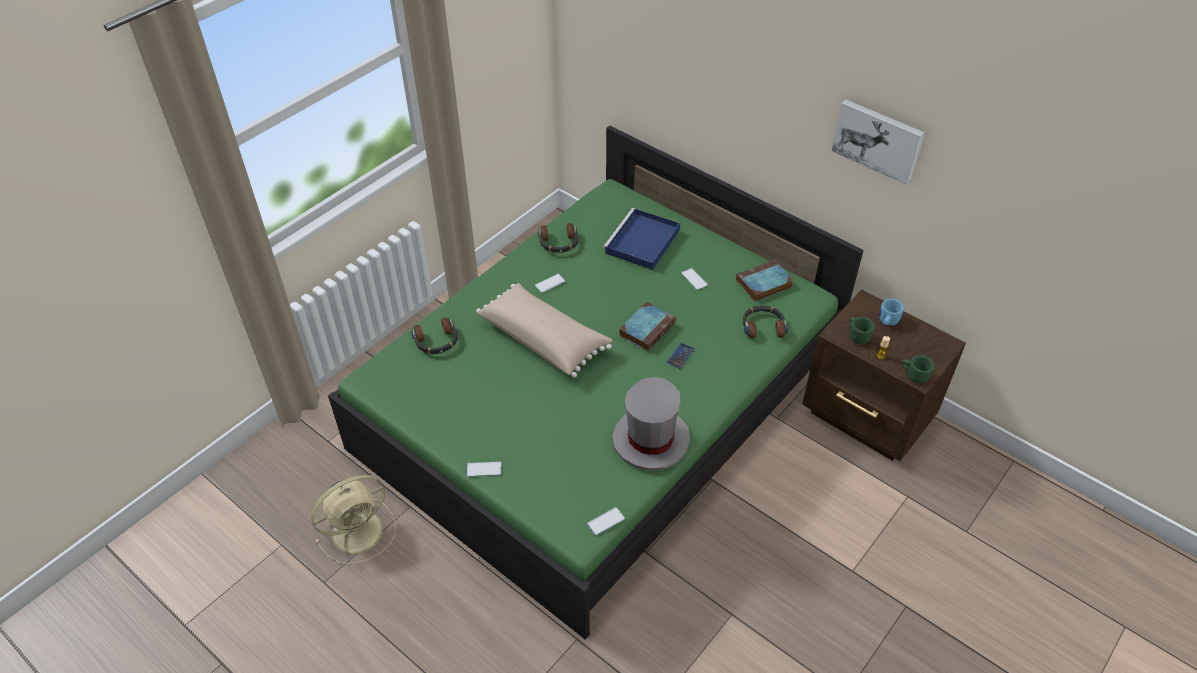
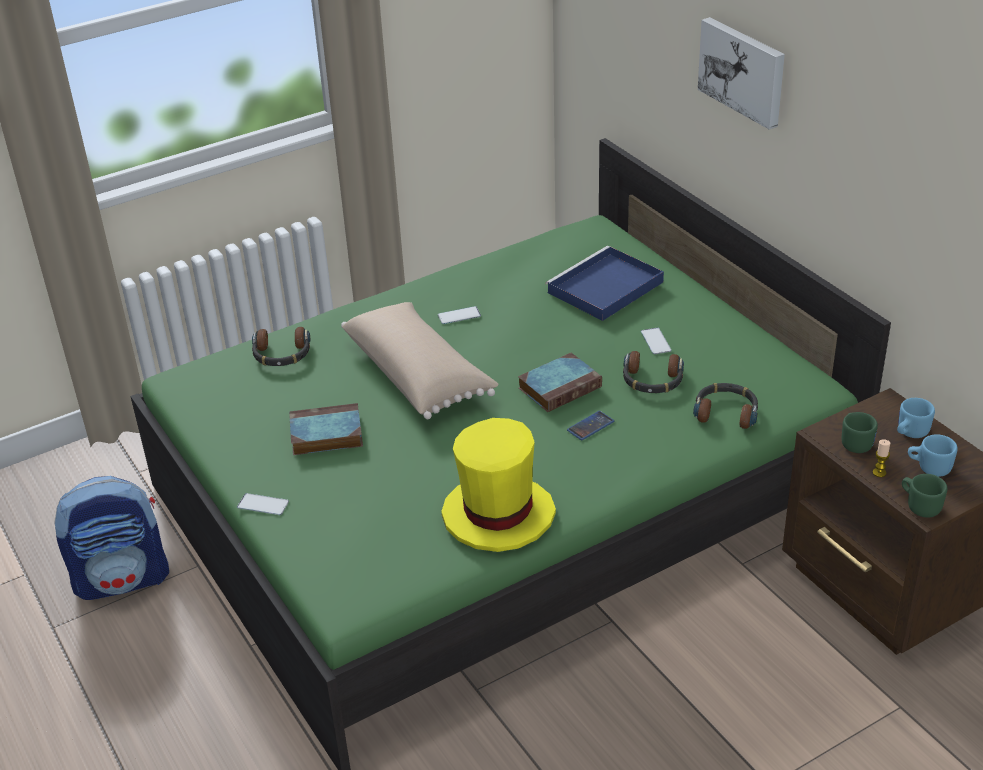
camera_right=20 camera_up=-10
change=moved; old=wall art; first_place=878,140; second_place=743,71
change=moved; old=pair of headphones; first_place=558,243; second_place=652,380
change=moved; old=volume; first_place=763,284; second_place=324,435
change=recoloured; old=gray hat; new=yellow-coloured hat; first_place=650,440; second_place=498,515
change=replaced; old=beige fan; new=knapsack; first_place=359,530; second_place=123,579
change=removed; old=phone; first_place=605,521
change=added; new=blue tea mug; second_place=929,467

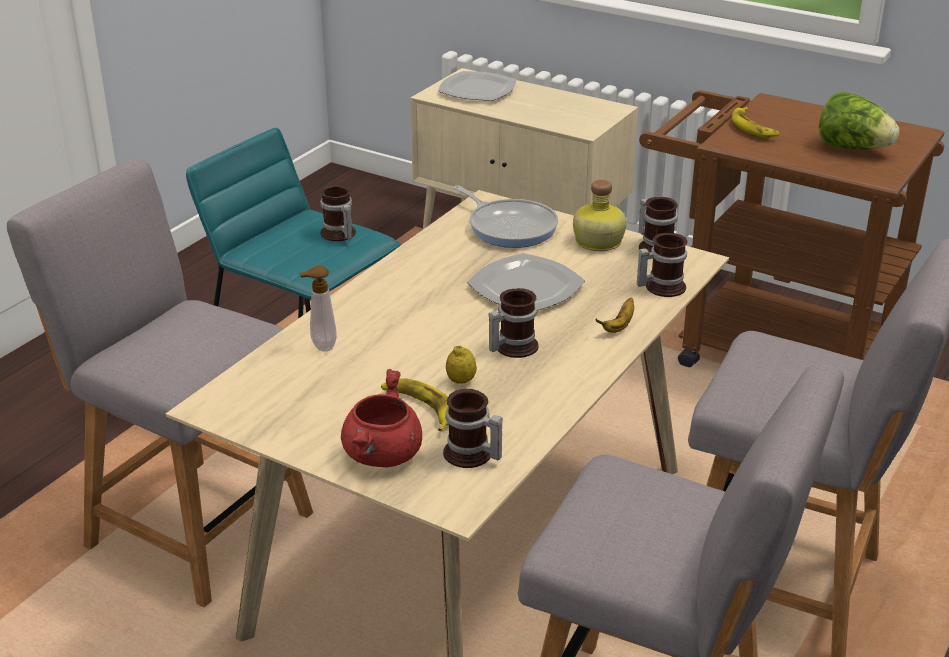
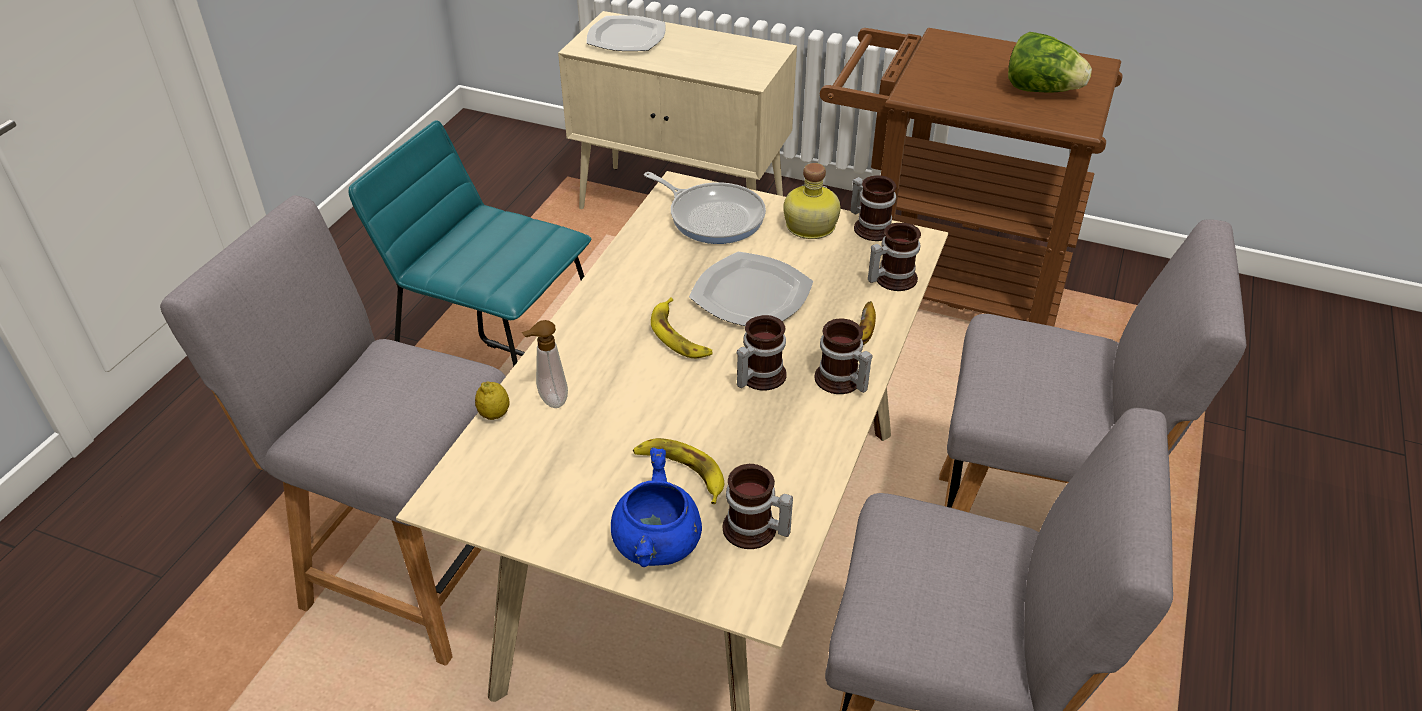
camera_right=-10 camera_up=10
change=moved; old=banana fruit; first_place=753,127; second_place=680,335
change=moved; old=tea mug; first_place=338,235; second_place=840,382
change=moved; old=whole lemon; first_place=461,381; second_place=494,414
change=recoloured; old=red saucepot; new=blue saucepot; first_place=383,456; second_place=658,545

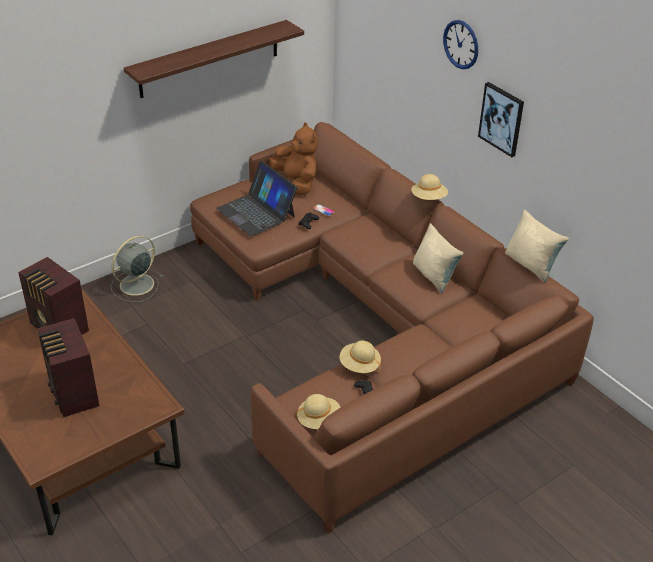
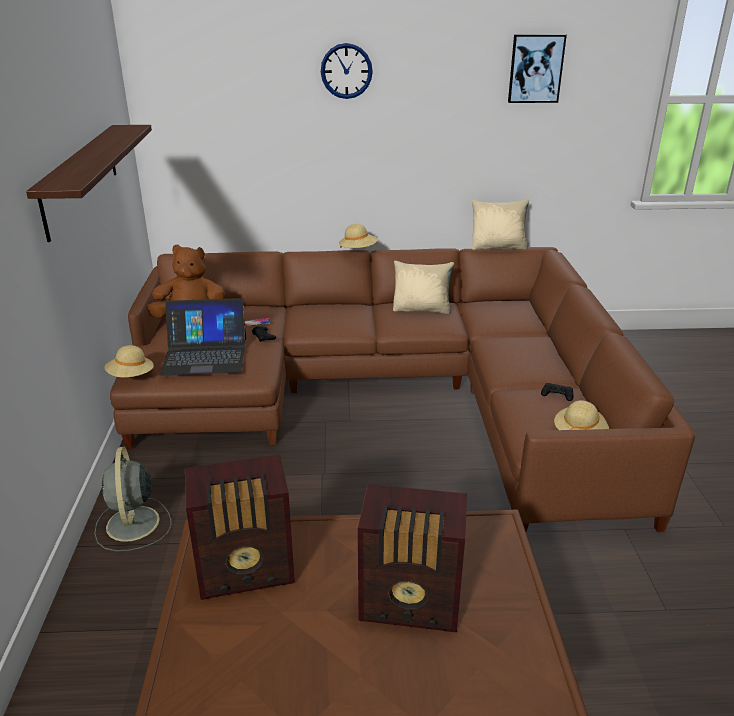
camera_right=-55 camera_up=-10
change=moved; old=wall art; first_place=502,119; second_place=535,68
change=moved; old=beige hat; first_place=359,365; second_place=131,376

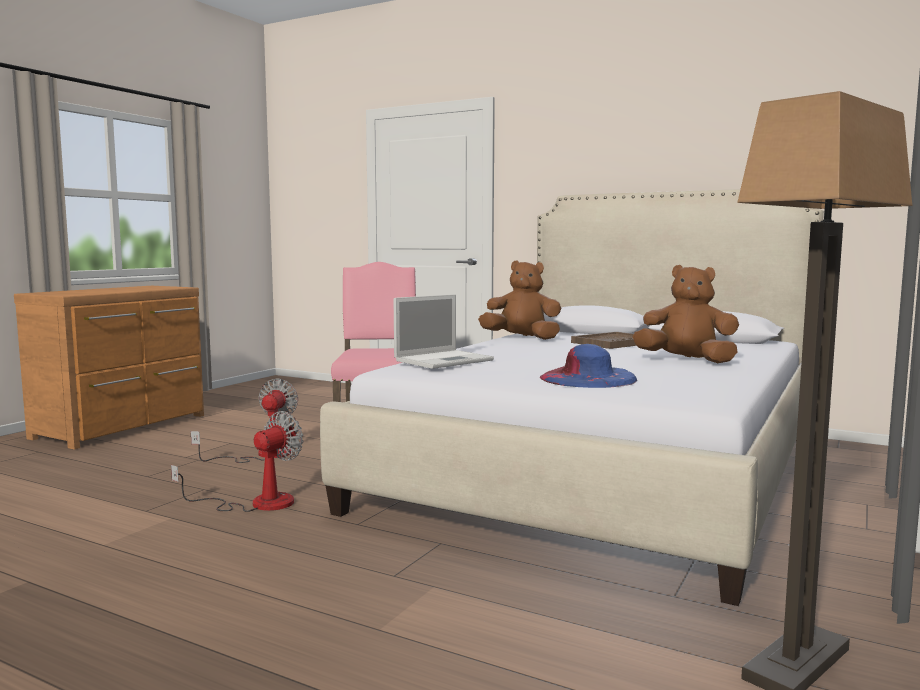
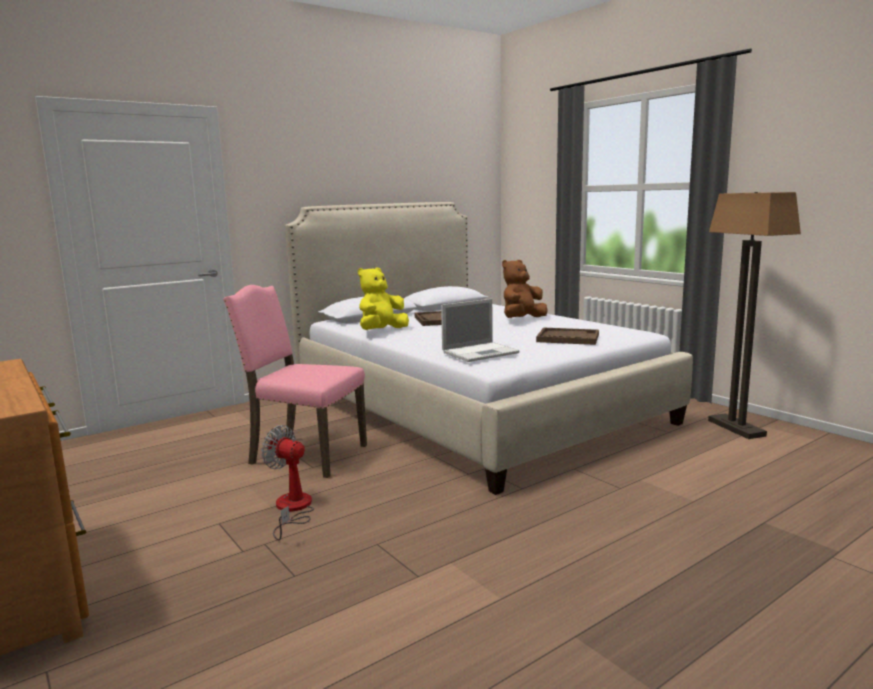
camera_right=-65 camera_up=5
change=recoloured; old=brown cuddly toy; new=yellow-coloured cuddly toy; first_place=522,338; second_place=381,331
change=turned; old=laptop; first_place=445,360; second_place=481,352; degrees=75
change=replaced; old=blue hat; new=brown serving tray; first_place=588,378; second_place=567,338
change=removed; old=fan; first_place=257,503

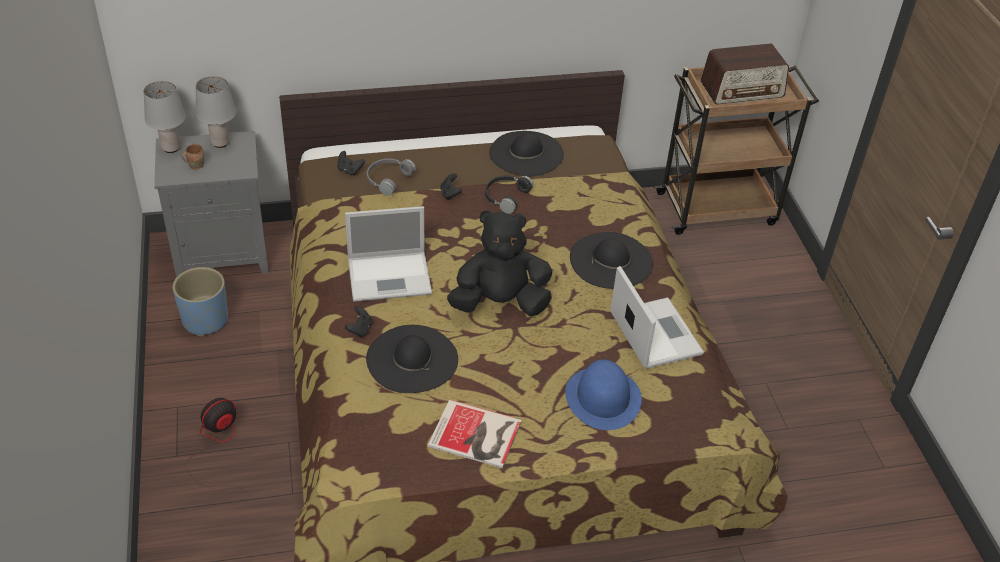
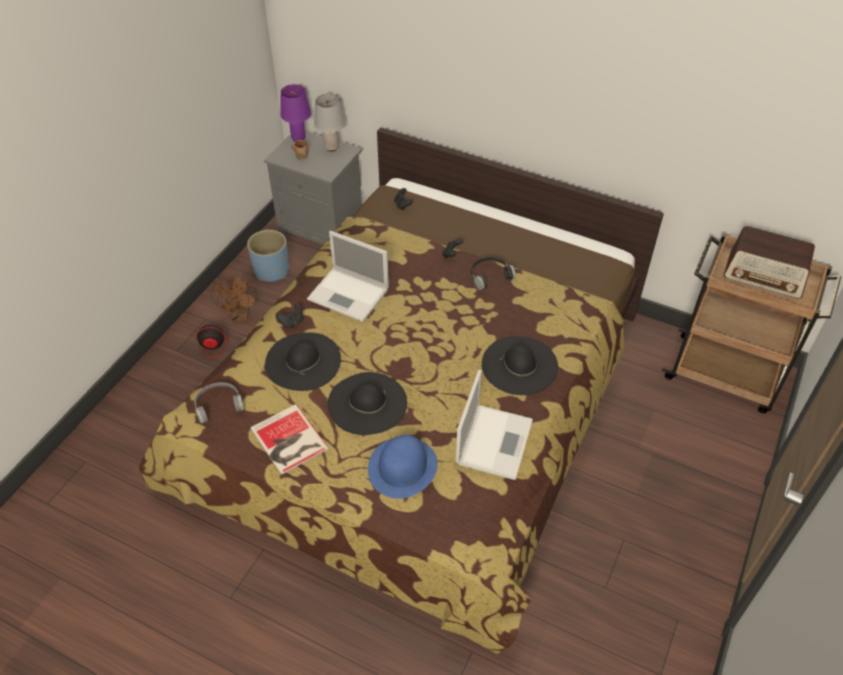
camera_right=40 camera_up=5
change=recoloured; old=gray lamp for a table; new=purplish lamp for a table; first_place=170,148; second_place=298,138
change=moved; old=black hat; first_place=526,153; second_place=367,403
change=moved; old=gray pair of headphones; first_place=387,179; second_place=218,404
change=removed; old=black cuddly toy; first_place=500,303
change=added; new=brown fan; second_place=241,316

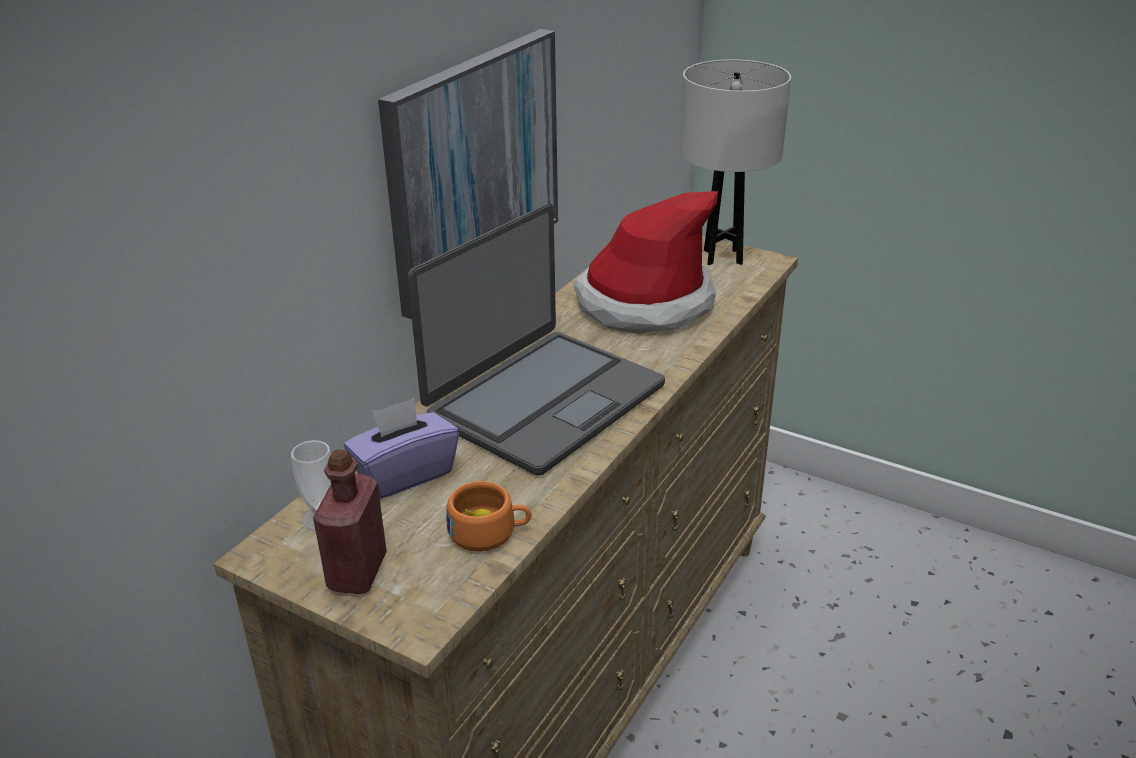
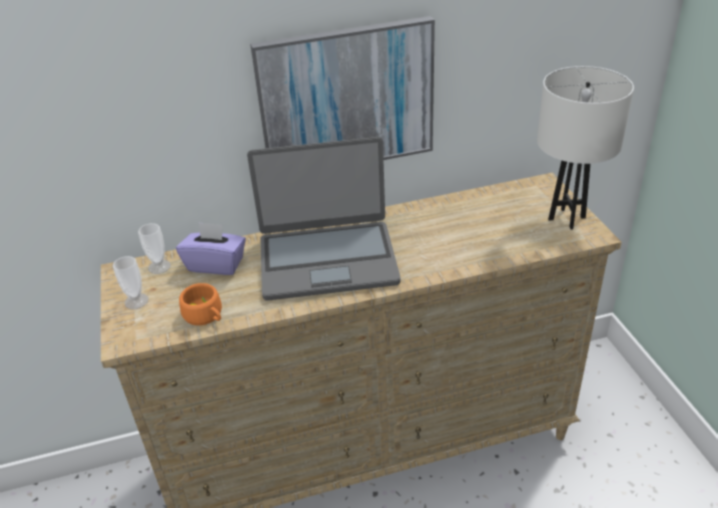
camera_right=45 camera_up=5
change=removed; old=hat; first_place=644,303
change=replaced; old=red drink bottle; new=small cup; first_place=357,572; second_place=136,301

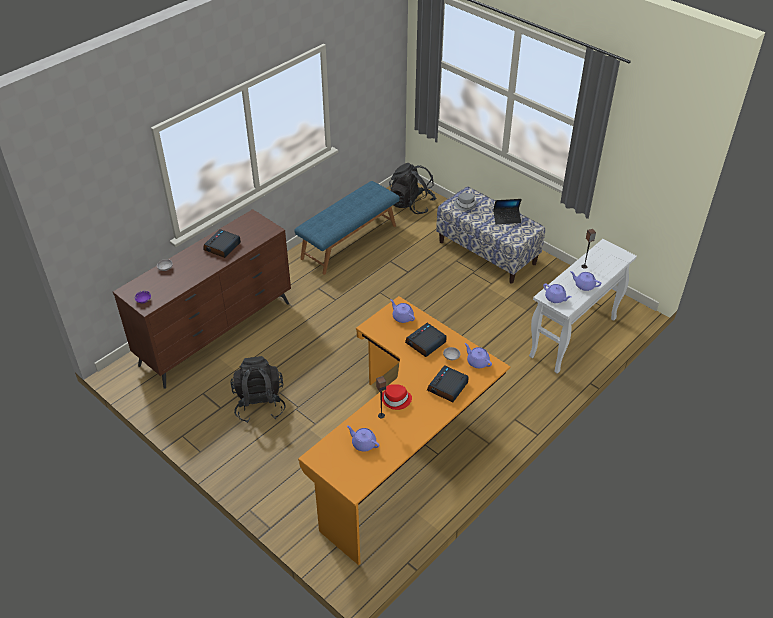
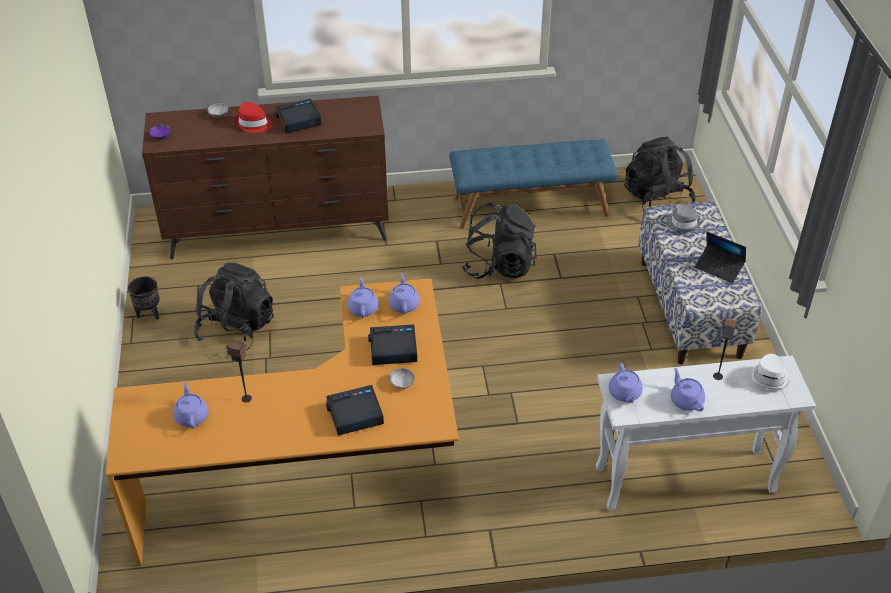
camera_right=40 camera_up=0
change=moved; old=purplish tea pot; first_place=477,362; second_place=363,308
change=moved; old=red hat; first_place=396,400; second_place=253,123
change=added; new=black knapsack; second_place=499,265
change=added; new=black plant pot; second_place=148,314
change=added; new=white-coloured hat; second_place=769,377

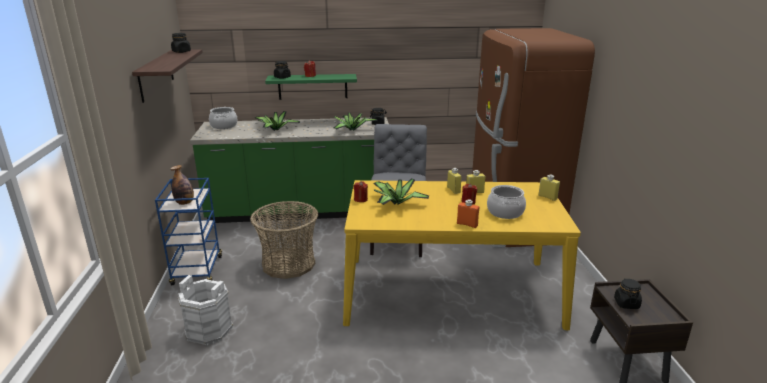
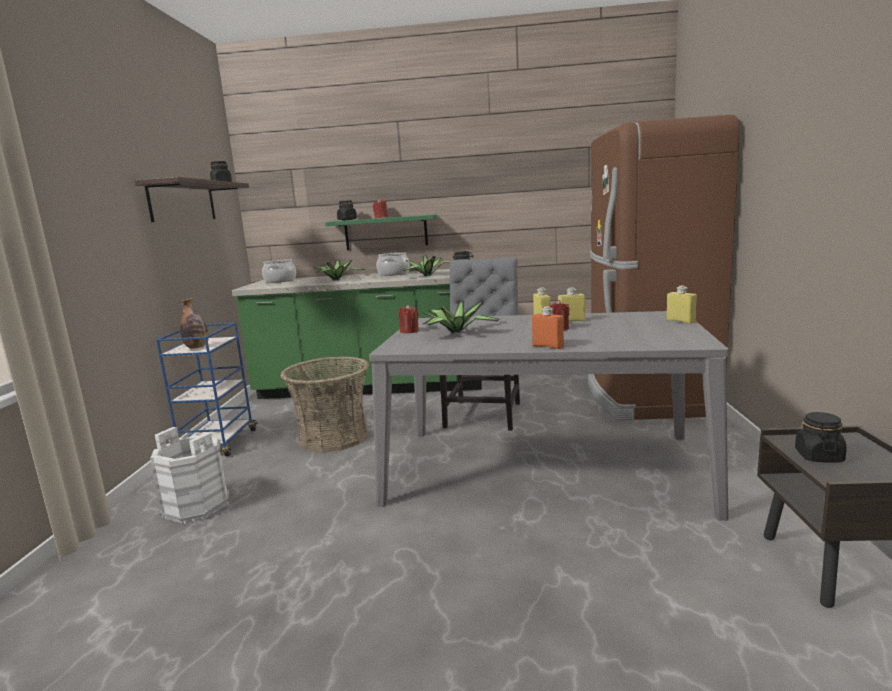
camera_right=10 camera_up=-10
change=recoloured; old=yellow-coloured kitchen table; new=gray kitchen table; first_place=450,291; second_place=543,468
change=moved; old=saucepot; first_place=505,212; second_place=393,274

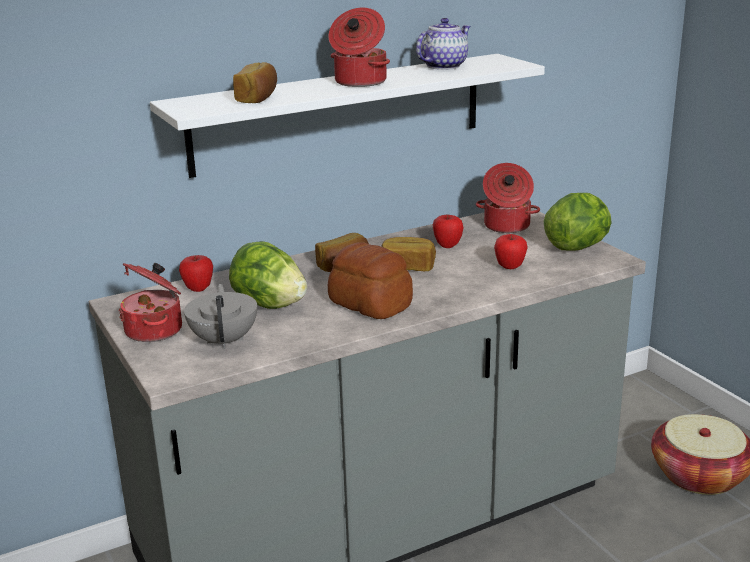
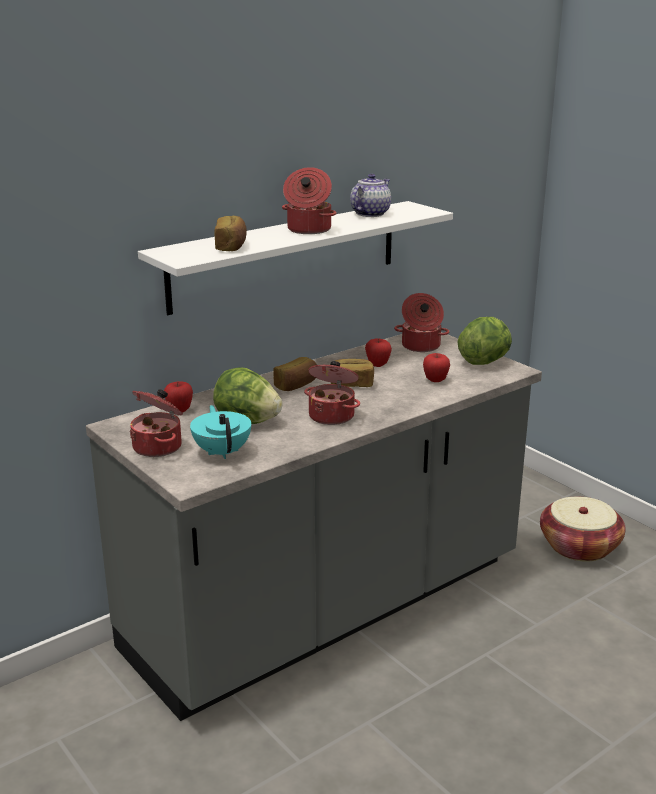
camera_right=-10 camera_up=0
change=replaced; old=bread; new=saucepot; first_place=370,303; second_place=332,416
change=recoloured; old=gray tea pot; new=turquoise-coloured tea pot; first_place=225,340; second_place=222,452

